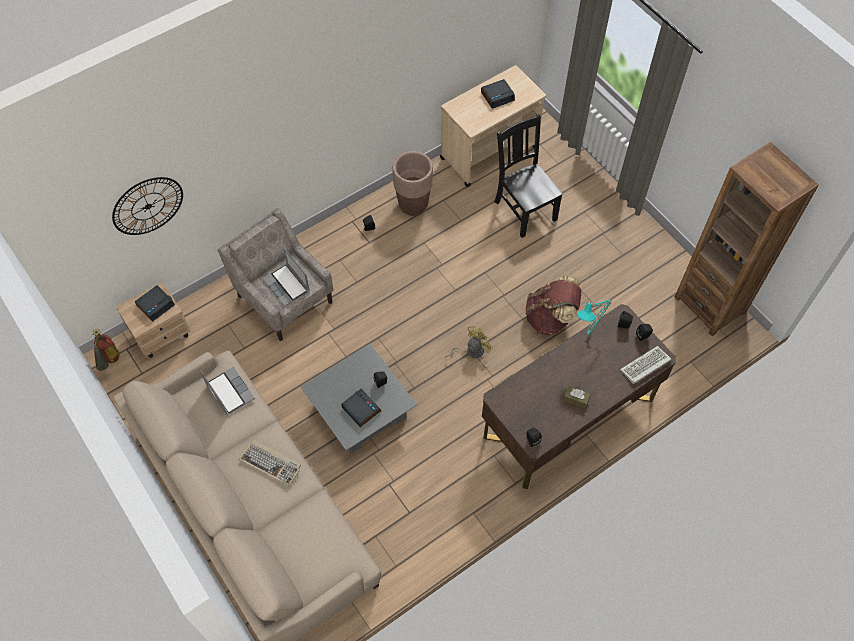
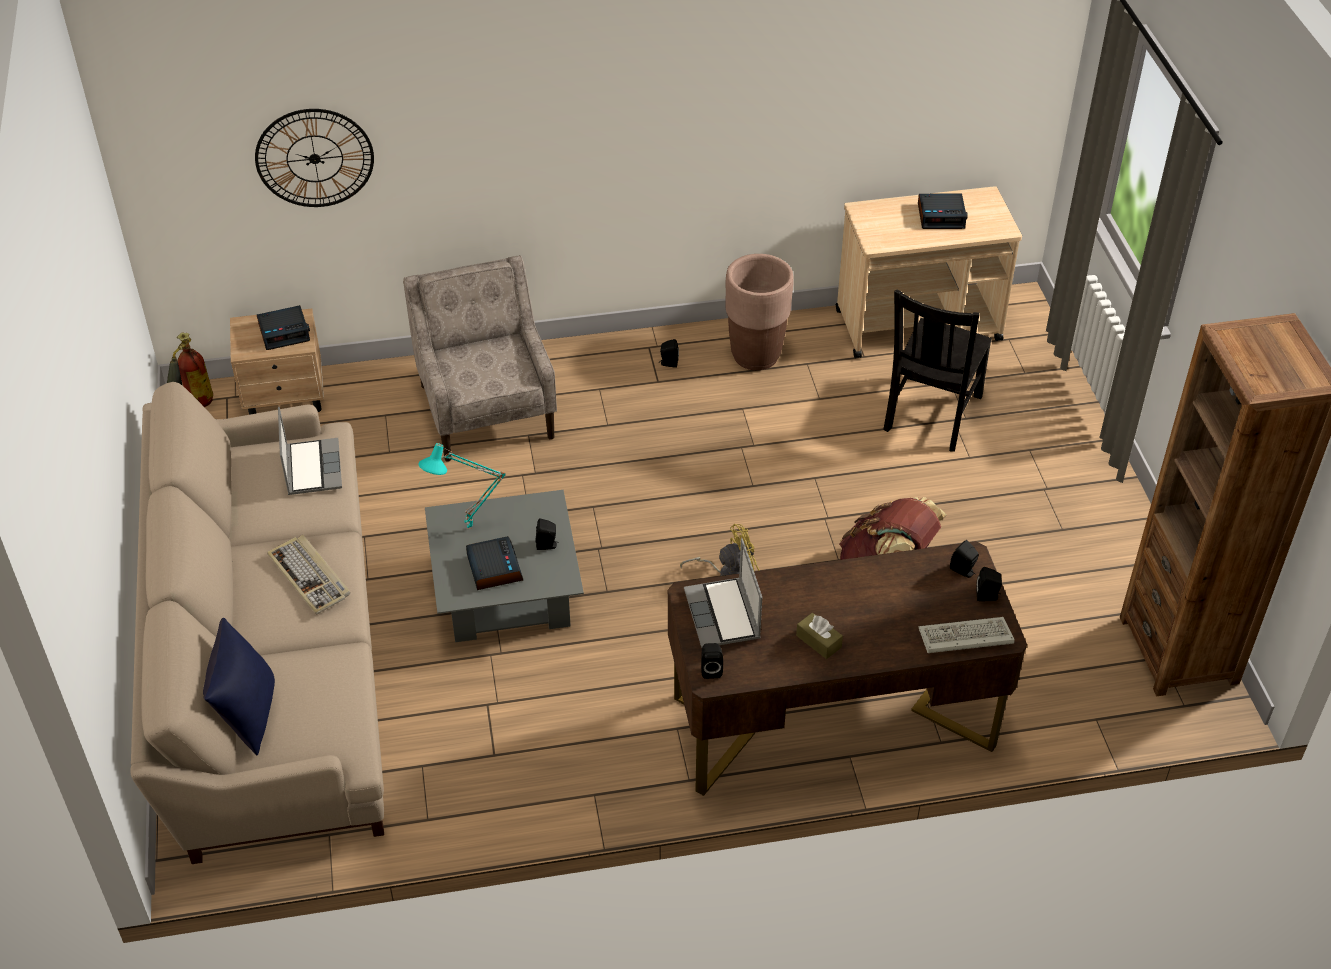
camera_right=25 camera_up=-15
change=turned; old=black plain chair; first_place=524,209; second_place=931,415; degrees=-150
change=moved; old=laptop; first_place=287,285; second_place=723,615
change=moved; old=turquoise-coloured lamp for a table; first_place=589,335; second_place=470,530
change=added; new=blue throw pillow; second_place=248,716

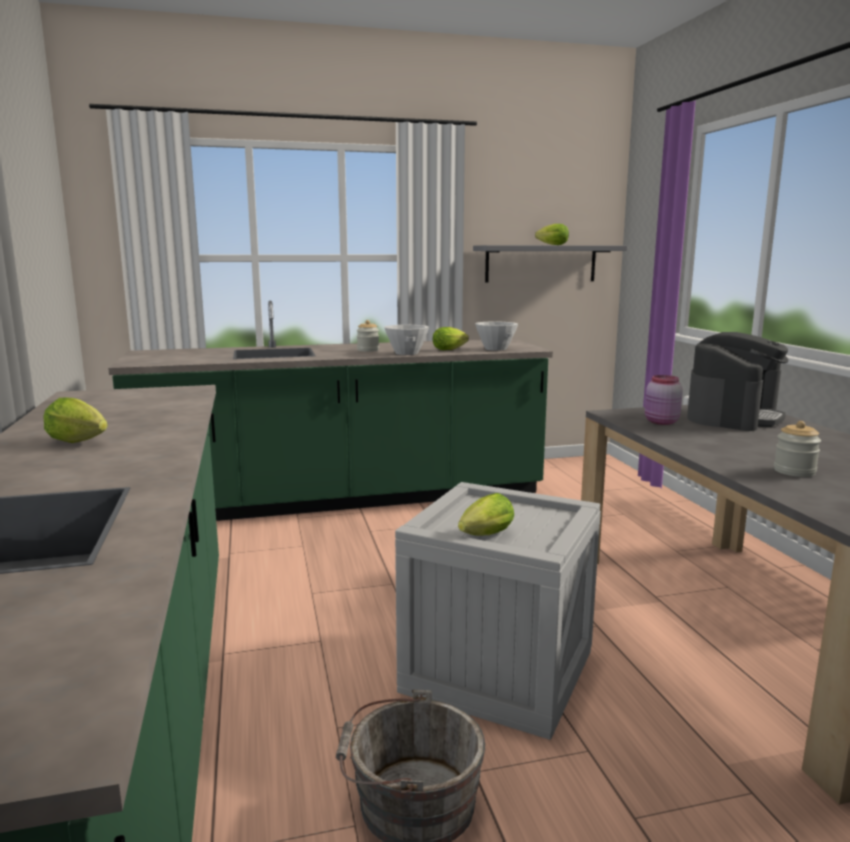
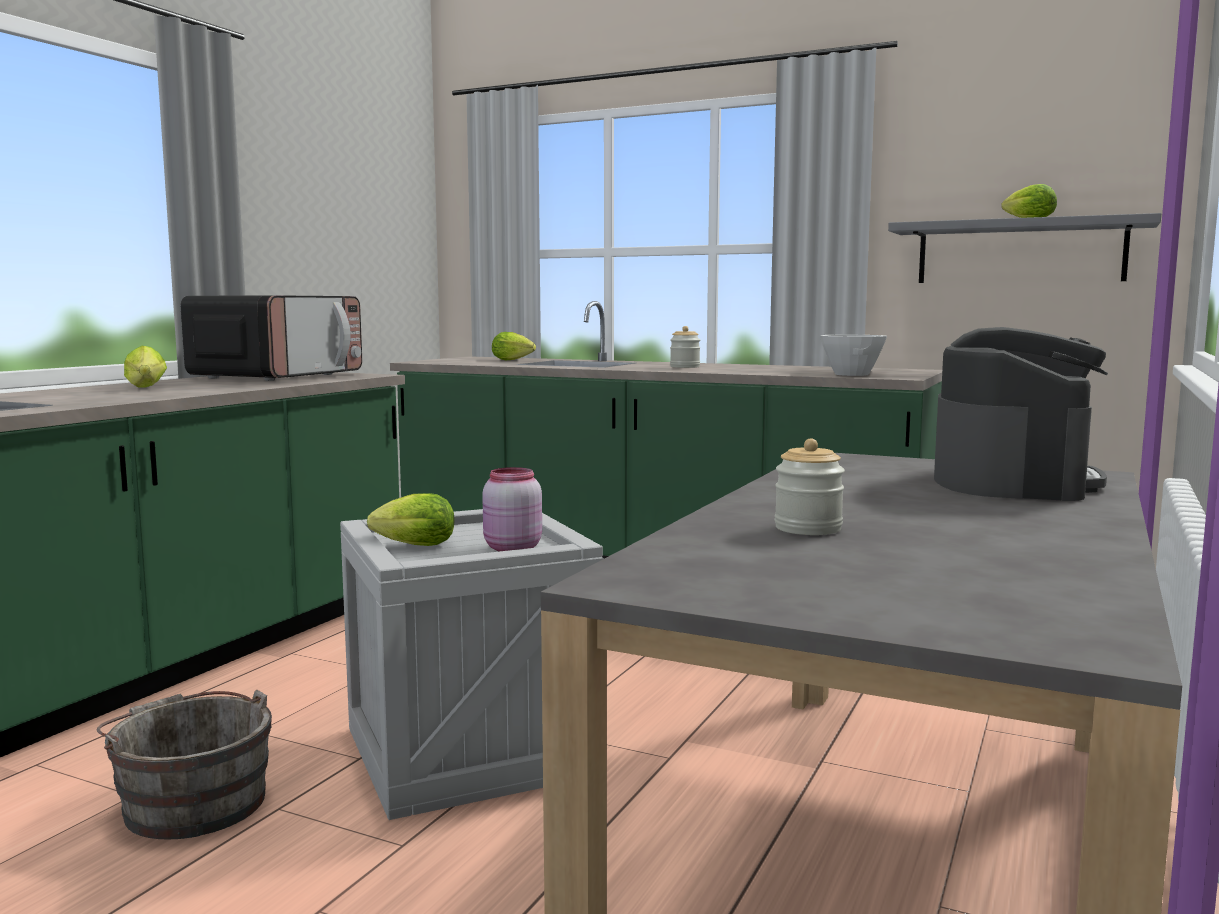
camera_right=40 camera_up=-5
change=removed; old=white-coloured serving bowl; first_place=406,353
change=moved; old=lettuce; first_place=451,350; second_place=514,360
change=turned; old=coffee brewer; first_place=733,417; second_place=1012,481; degrees=-60
change=moved; old=pink-coloured jar; first_place=661,422; second_place=511,548
change=added; new=kitchen microwave; second_place=278,376

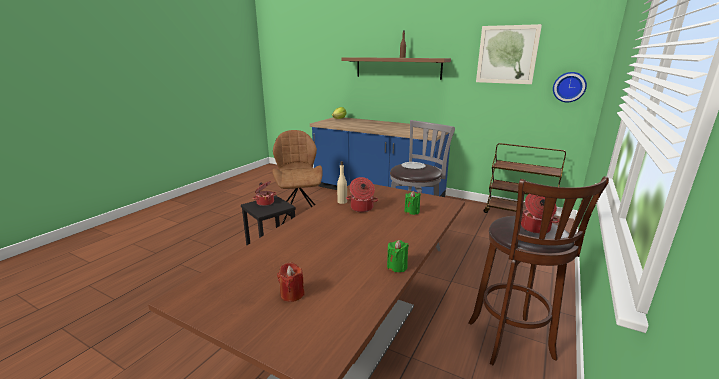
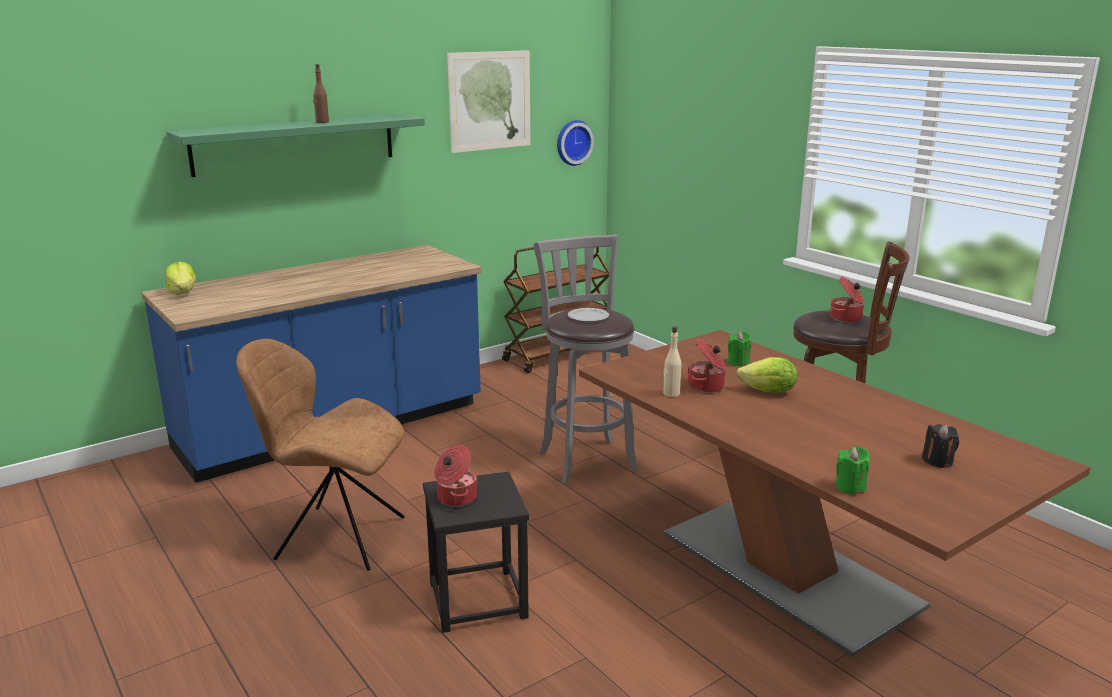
camera_right=-65 camera_up=0
change=recoloured; old=brown bracket shelf; new=green bracket shelf; first_place=397,68; second_place=295,144
change=moved; old=green wax candle; first_place=397,267; second_place=850,487
change=recoloured; old=red wax candle; new=black wax candle; first_place=292,294; second_place=937,461
change=added; new=lettuce; second_place=768,392

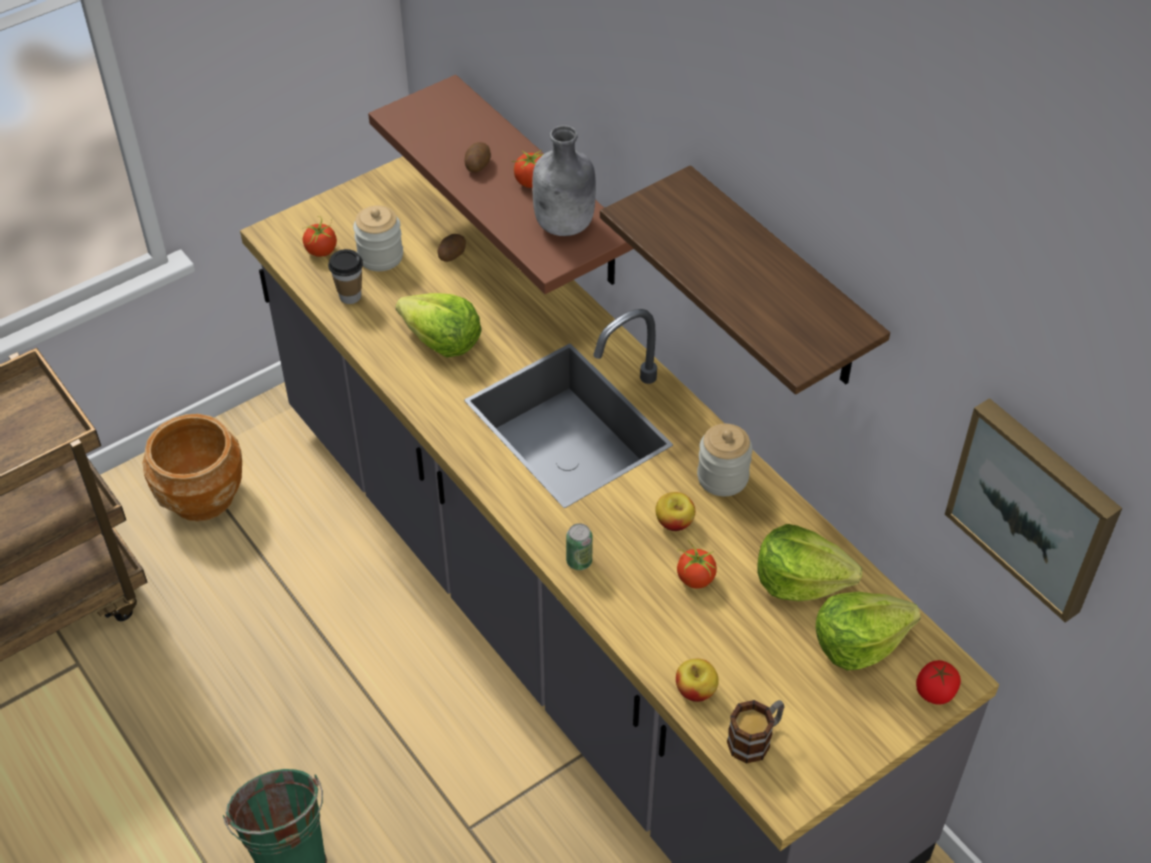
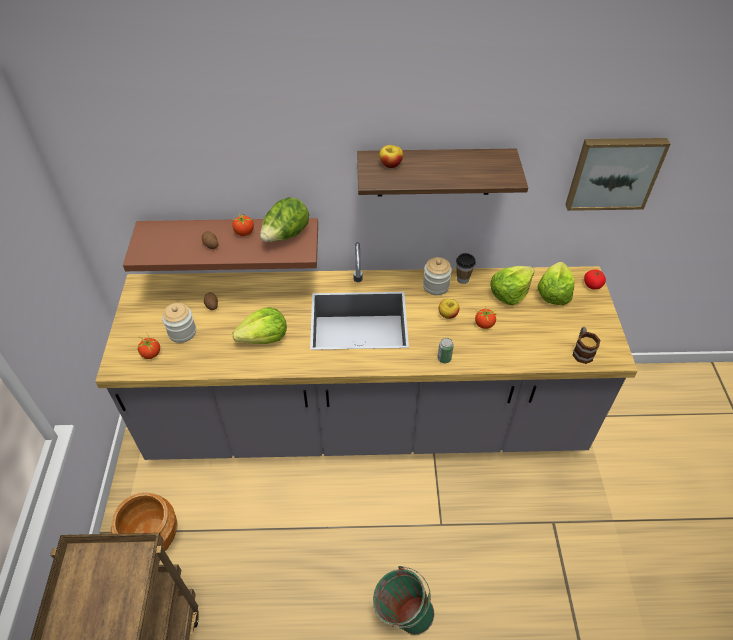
camera_right=-55 camera_up=0
change=replaced; old=gray drink bottle; new=lettuce; first_place=565,225; second_place=286,236
change=moved; old=small cup; first_place=350,296; second_place=462,279
change=moved; old=whole apple; first_place=695,690; second_place=390,164

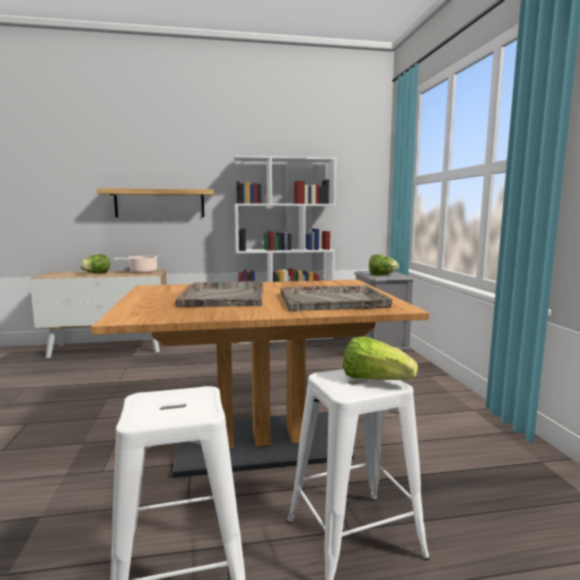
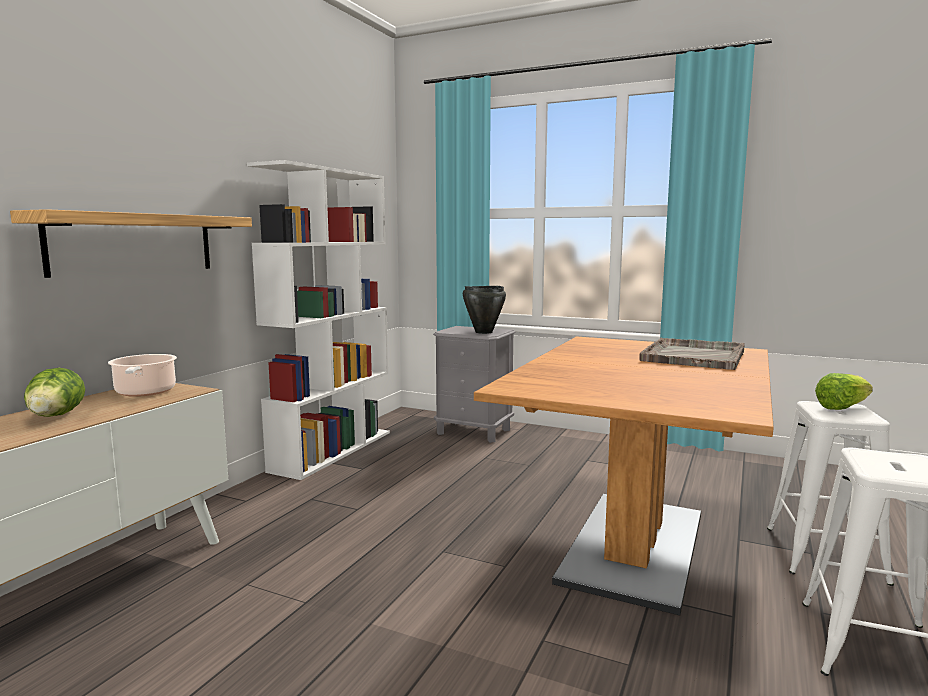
camera_right=-55 camera_up=0
change=replaced; old=lettuce; new=black saucepot; first_place=381,275; second_place=483,332
change=removed; old=gray serving tray; first_place=224,296

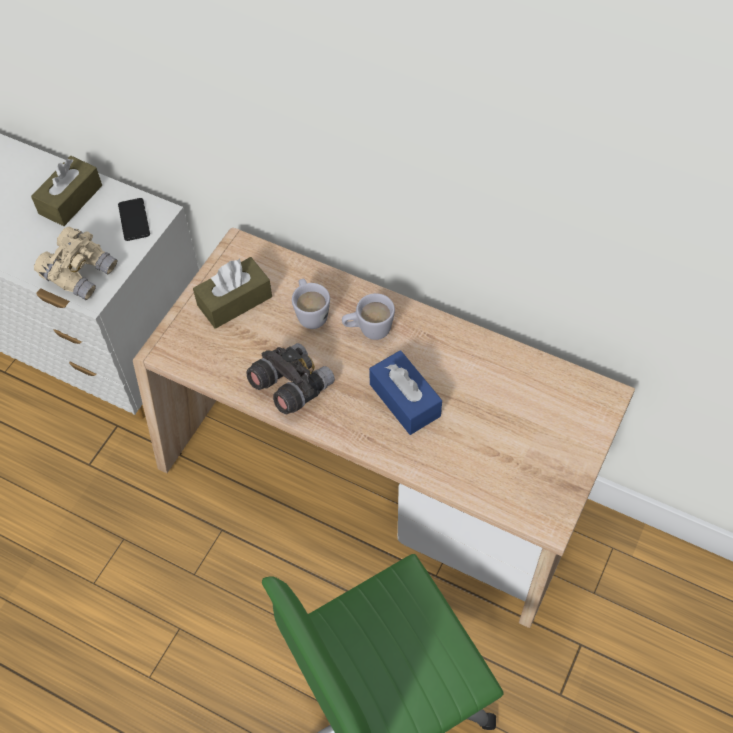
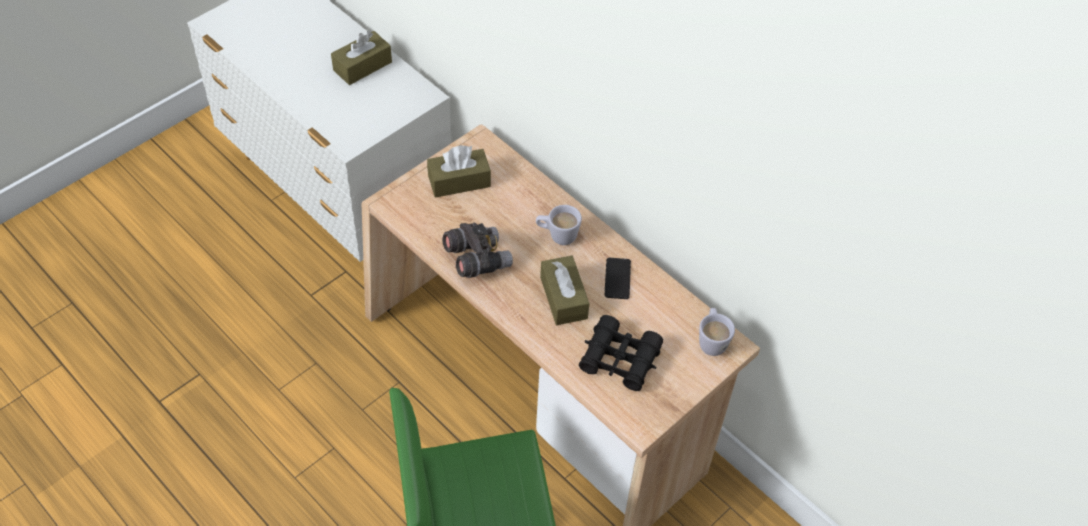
camera_right=15 camera_up=-5
change=moved; old=phone; first_place=134,220; second_place=617,279
change=removed; old=beige binoculars; first_place=80,273
change=moved; old=white-coloured tea mug; first_place=310,313; second_place=711,340
change=recoloured; old=blue box of tissues; new=brown box of tissues; first_place=405,400; second_place=563,298
change=added; new=black binoculars; second_place=619,359

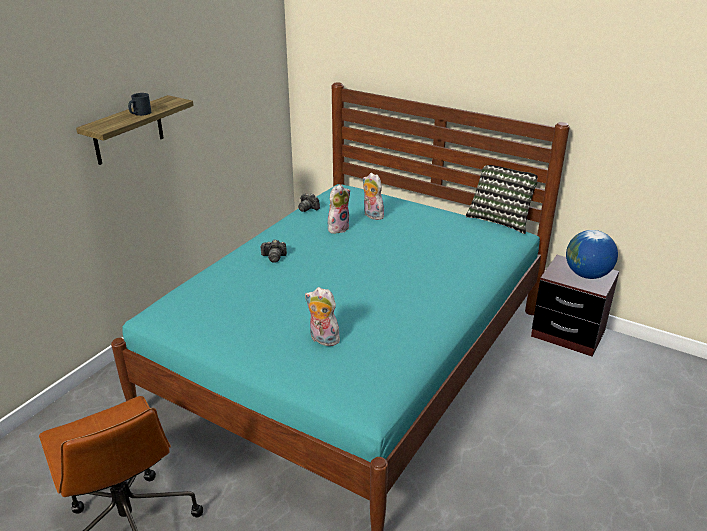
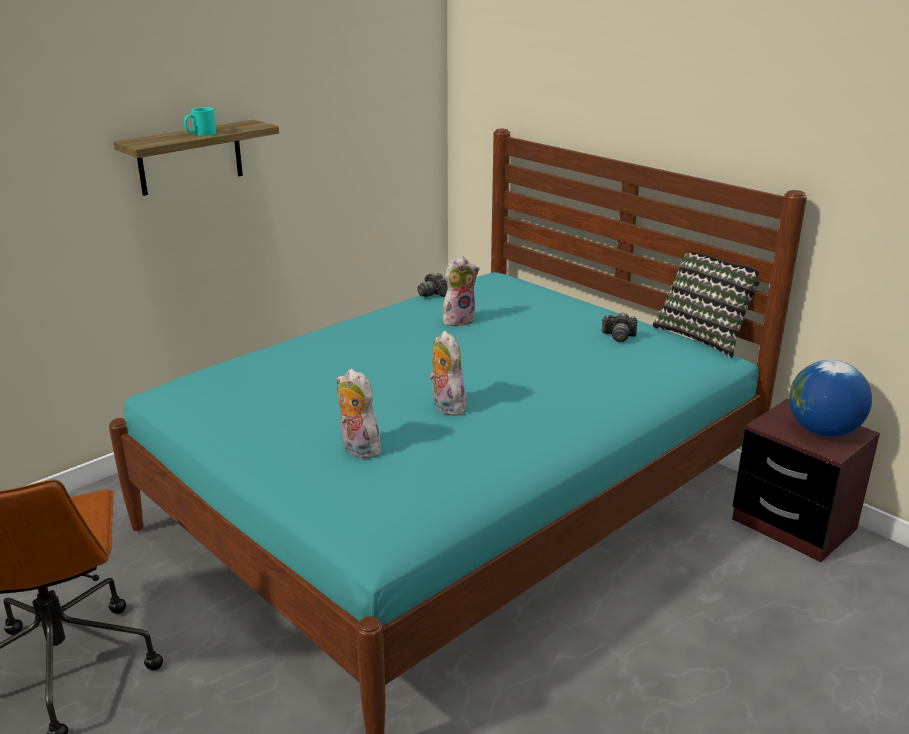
camera_right=15 camera_up=-5
change=recoloured; old=black tea mug; new=turquoise-coloured tea mug; first_place=140,114; second_place=200,134
change=moved; old=cuddly toy; first_place=371,215; second_place=445,406
change=moved; old=photo camera; first_place=274,257; second_place=618,336

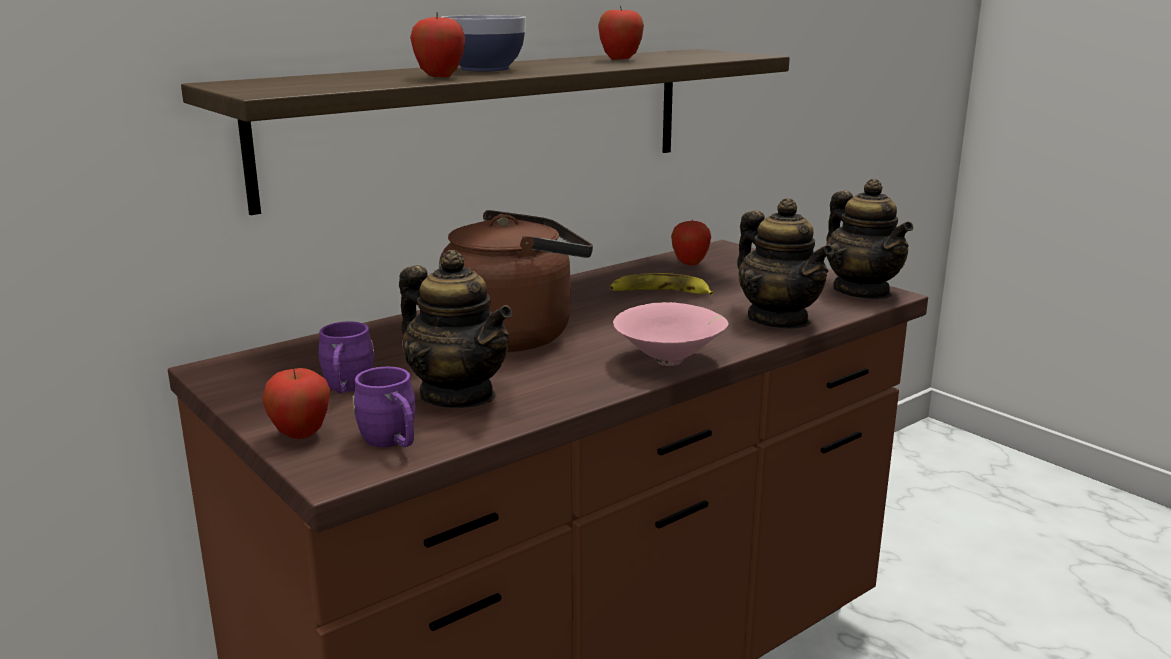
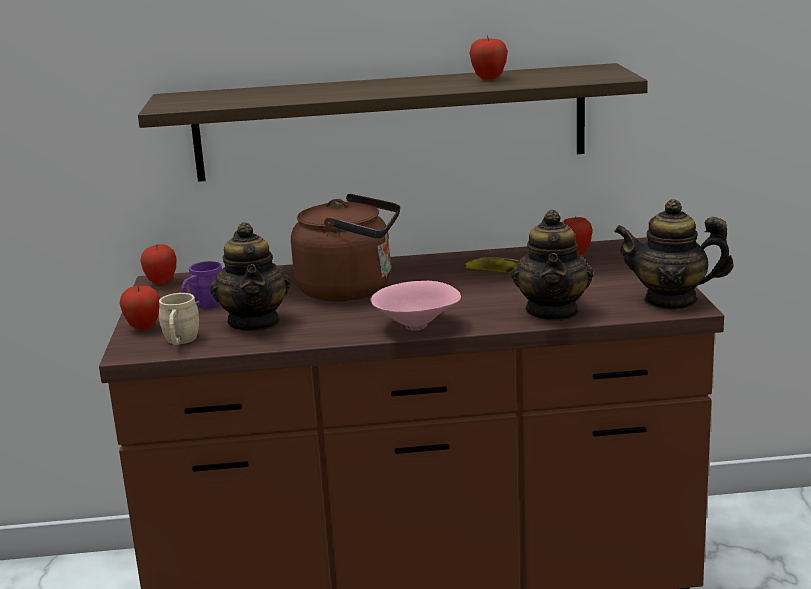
camera_right=35 camera_up=0
change=moved; old=whole apple; first_place=439,77; second_place=161,283
change=removed; old=serving bowl; first_place=485,69
change=turned; old=tea pot; first_place=862,291; second_place=671,301; degrees=90
change=recoloured; old=purplish tea mug; new=beige tea mug; first_place=393,442; second_place=180,342

